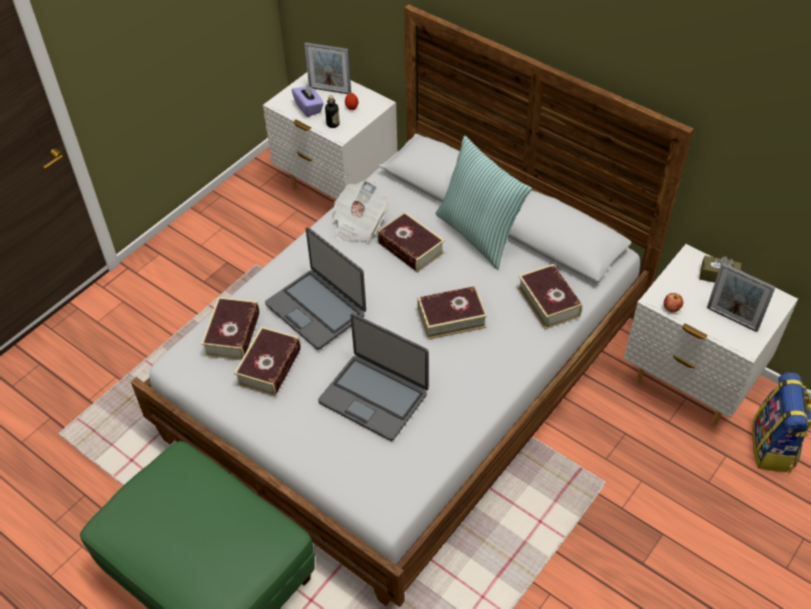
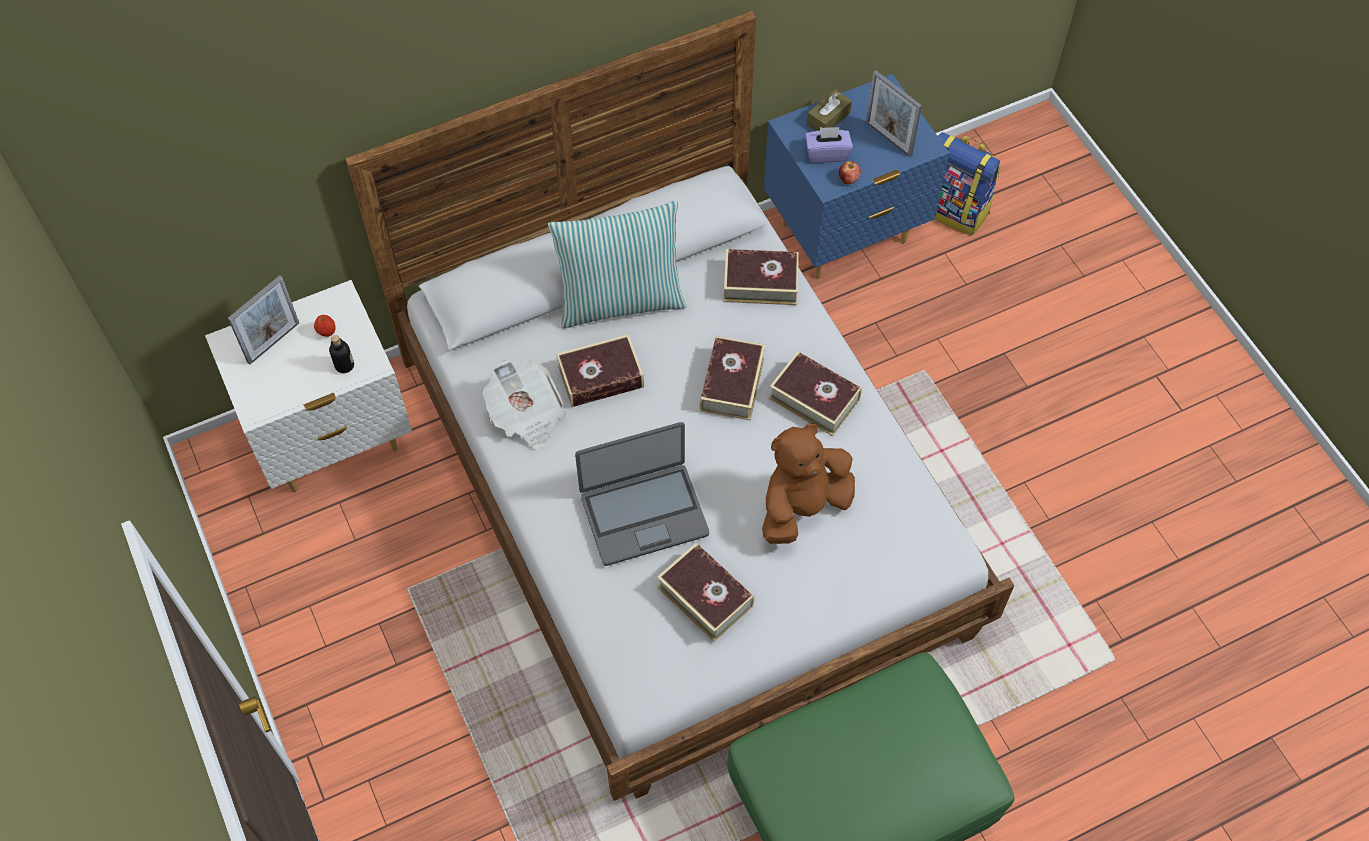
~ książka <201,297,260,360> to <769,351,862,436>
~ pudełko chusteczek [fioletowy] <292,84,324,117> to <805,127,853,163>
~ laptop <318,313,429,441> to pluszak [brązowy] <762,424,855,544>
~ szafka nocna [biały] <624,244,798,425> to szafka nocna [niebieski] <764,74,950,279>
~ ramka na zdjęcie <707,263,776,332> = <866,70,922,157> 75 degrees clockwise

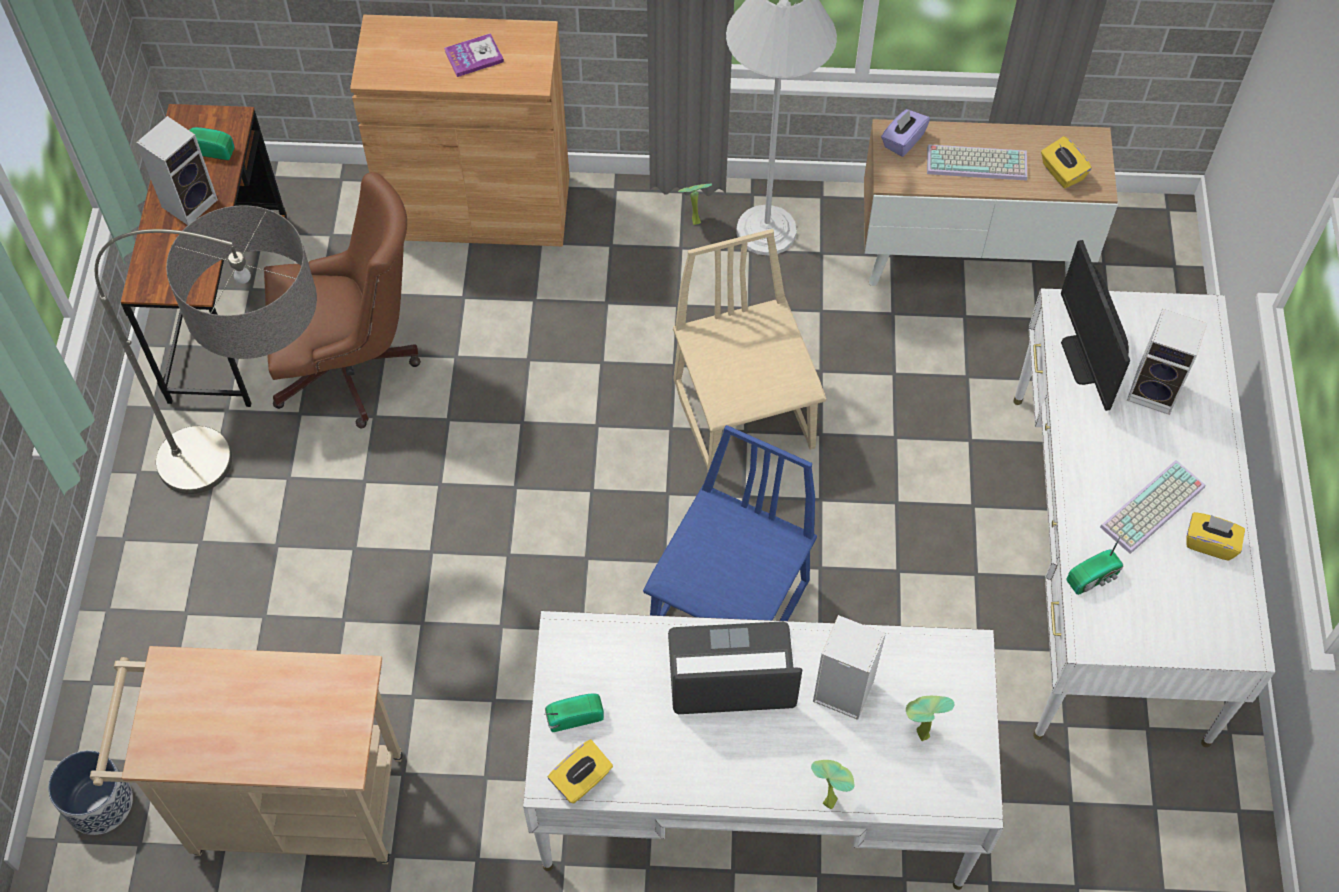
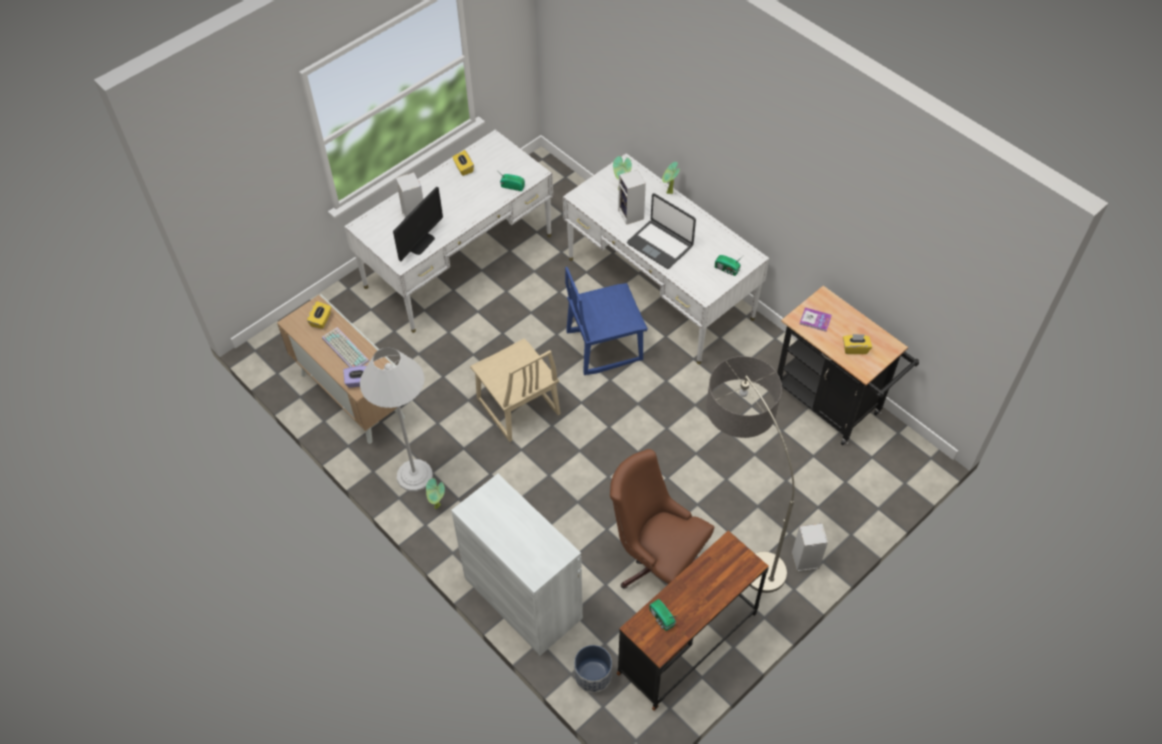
~ donica <48,750,133,835> to <574,645,612,693>
~ wózek [beżowy] <90,646,403,864> to wózek [czarny] <777,286,919,445>
~ głośnik <136,116,218,225> to <792,523,828,572>
~ szafka [brązowy] <350,15,569,246> to szafka [biały] <451,474,583,656>
~ książka <444,33,504,77> to <800,307,832,332>
~ pudełko chusteczek [żółty] <547,739,613,804> to <843,334,872,354>
~ krzesło [beżowy] <673,229,826,471> = <470,338,561,442> 60 degrees counterclockwise
- klawiatura <1100,460,1205,554>

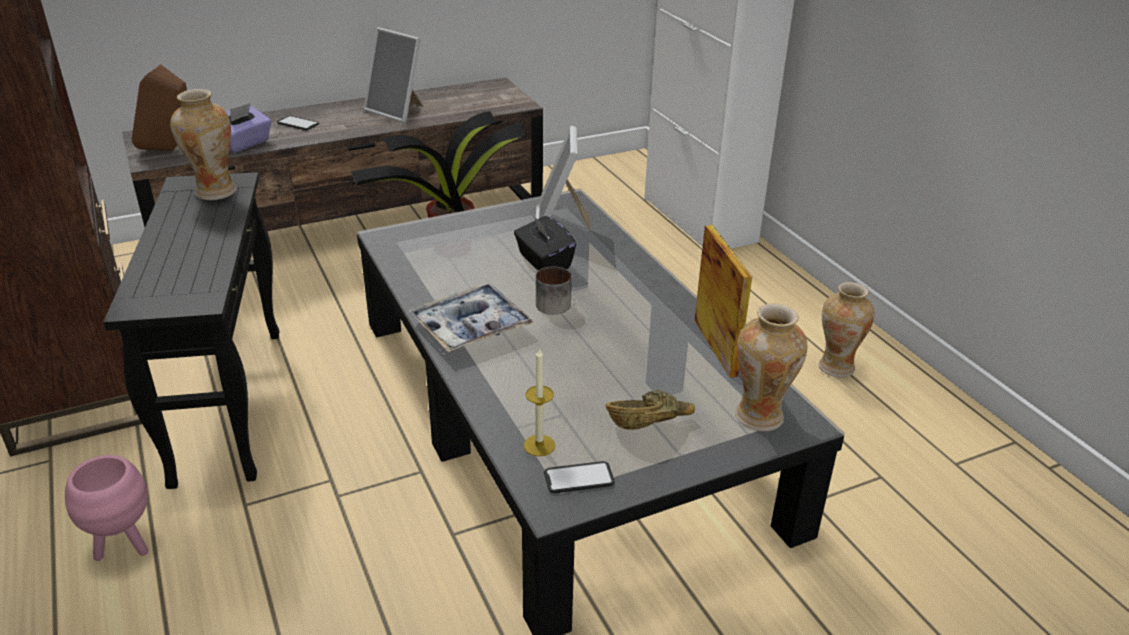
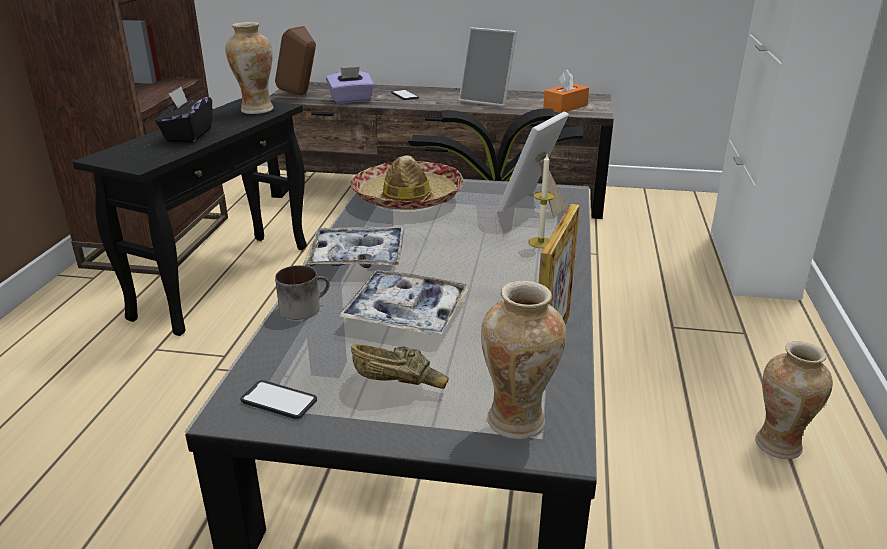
- donica [różowy] <65,455,148,561>
~ ramka na zdjęcie <364,27,424,123> = <459,27,517,107> 45 degrees counterclockwise
~ pudełko chusteczek [czarny] <514,215,576,271> to <156,87,212,143>
~ świeca <524,347,556,456> to <528,154,555,248>
~ kubek <536,266,572,315> to <275,265,330,320>
+ taca <337,270,470,335>
+ kapelusz <350,155,463,210>
+ pudełko chusteczek [pomarańczowy] <543,70,589,113>

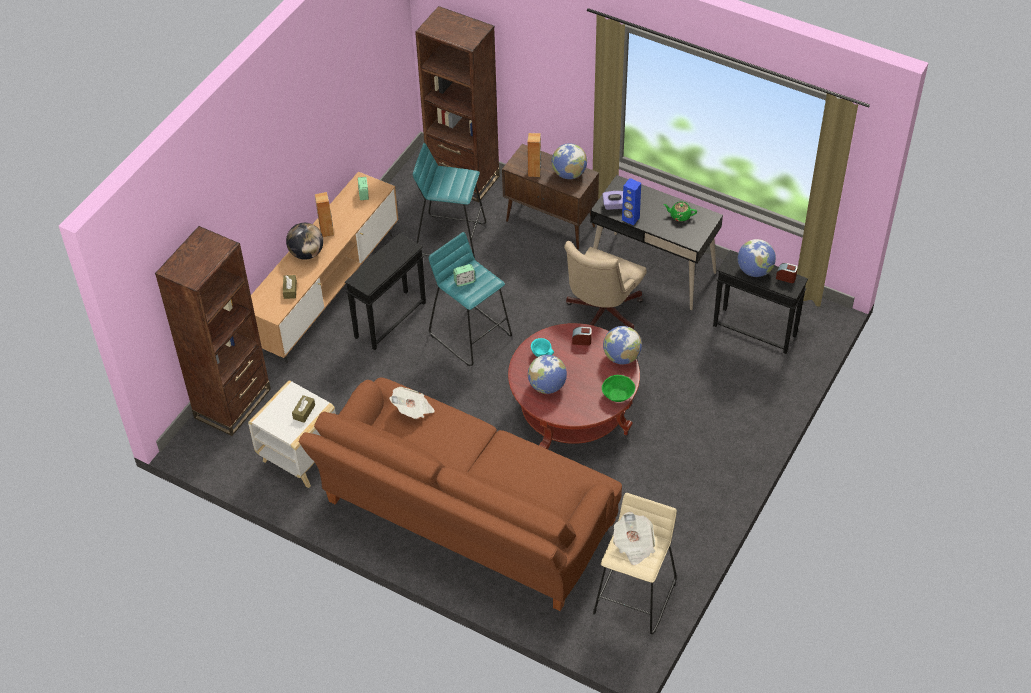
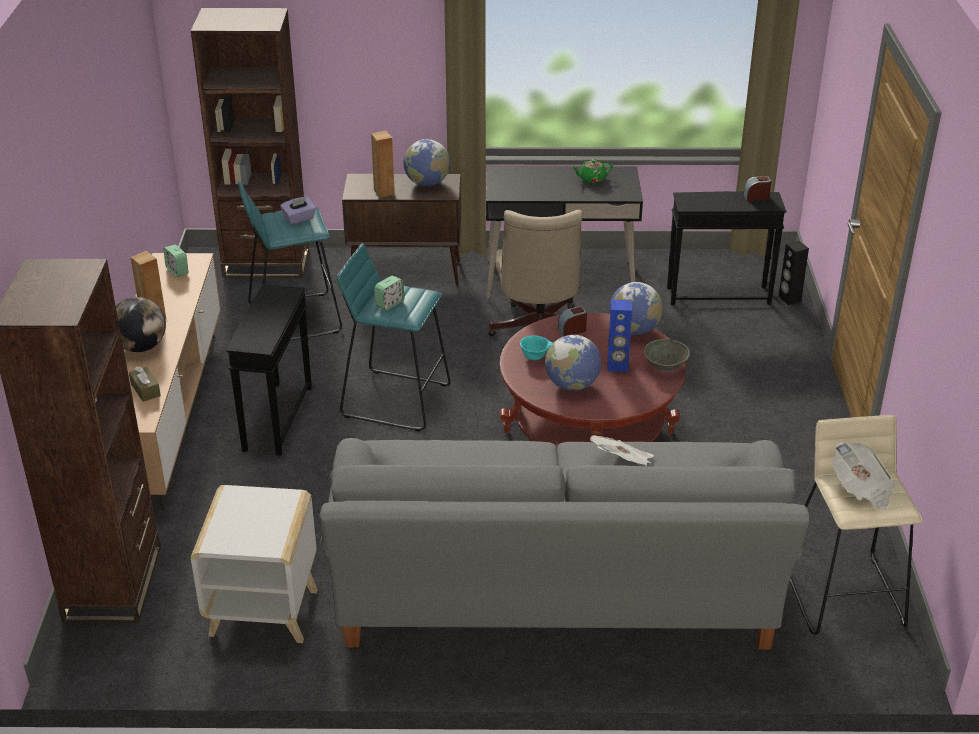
- pudełko chusteczek [brązowy] <292,395,315,423>
~ kanapa [brązowy] <299,378,622,611> to kanapa [szary] <319,438,810,650>
~ gazeta <389,387,435,419> to <590,435,654,465>
~ pudełko chusteczek [fioletowy] <602,191,623,210> to <280,197,316,225>
~ miska [zielony] <602,375,635,402> to miska [szary] <644,339,690,372>
~ głośnik [niebieski] <622,178,641,225> to <607,300,632,372>
- globus <738,239,776,277>
+ głośnik [czarny] <778,241,809,305>

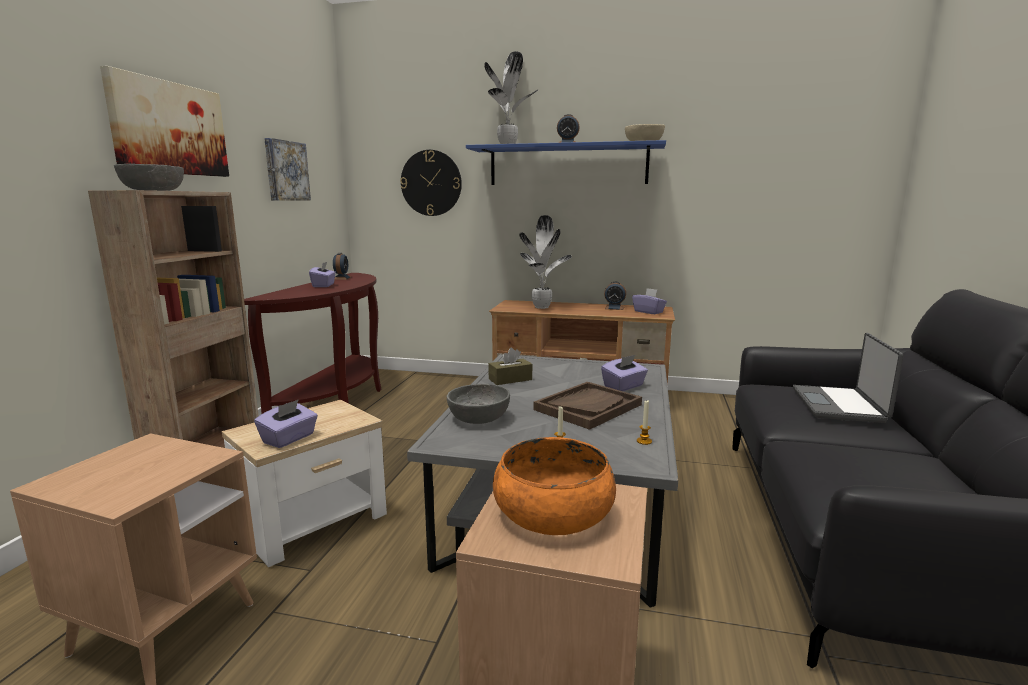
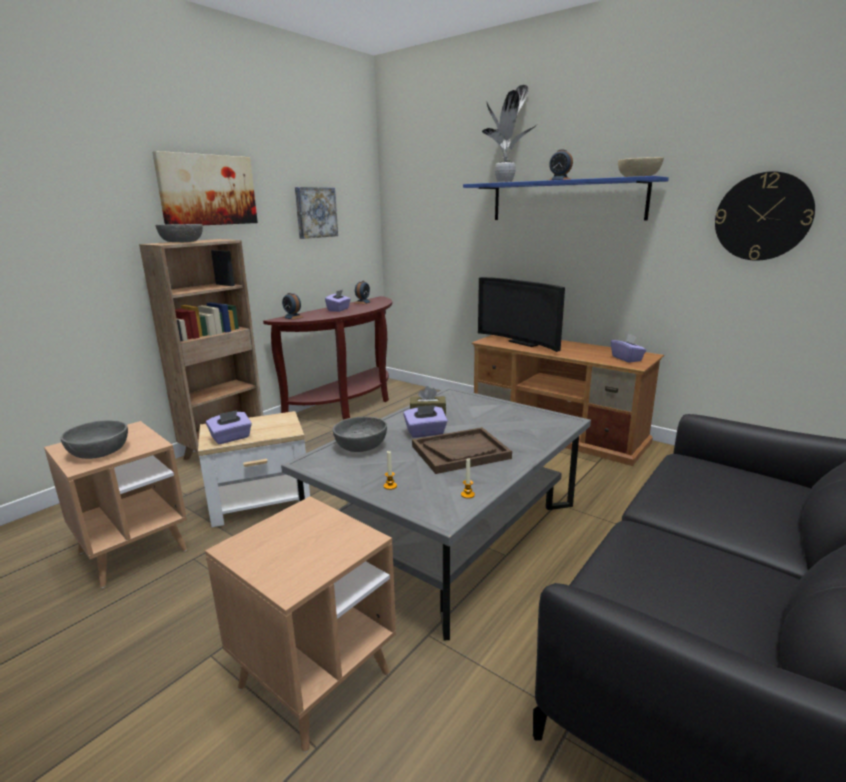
~ zegar ścienny <400,150,462,216> to <715,171,815,261>
- miska [pomarańczowy] <493,437,616,535>
~ roślina doniczkowa <519,215,572,309> to telewizor <478,277,565,352>
~ pudełko chusteczek [fioletowy] <601,355,648,391> to <403,405,448,438>
~ budzik <604,282,626,310> to <282,292,303,320>
- laptop <793,333,904,423>
+ miska [szary] <61,420,128,459>

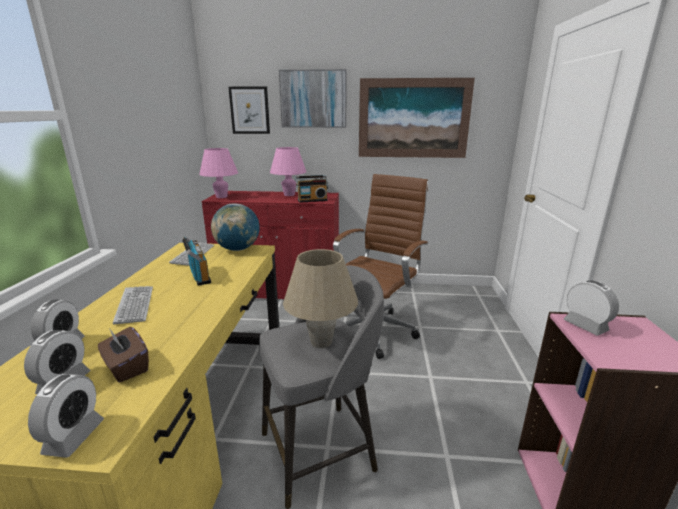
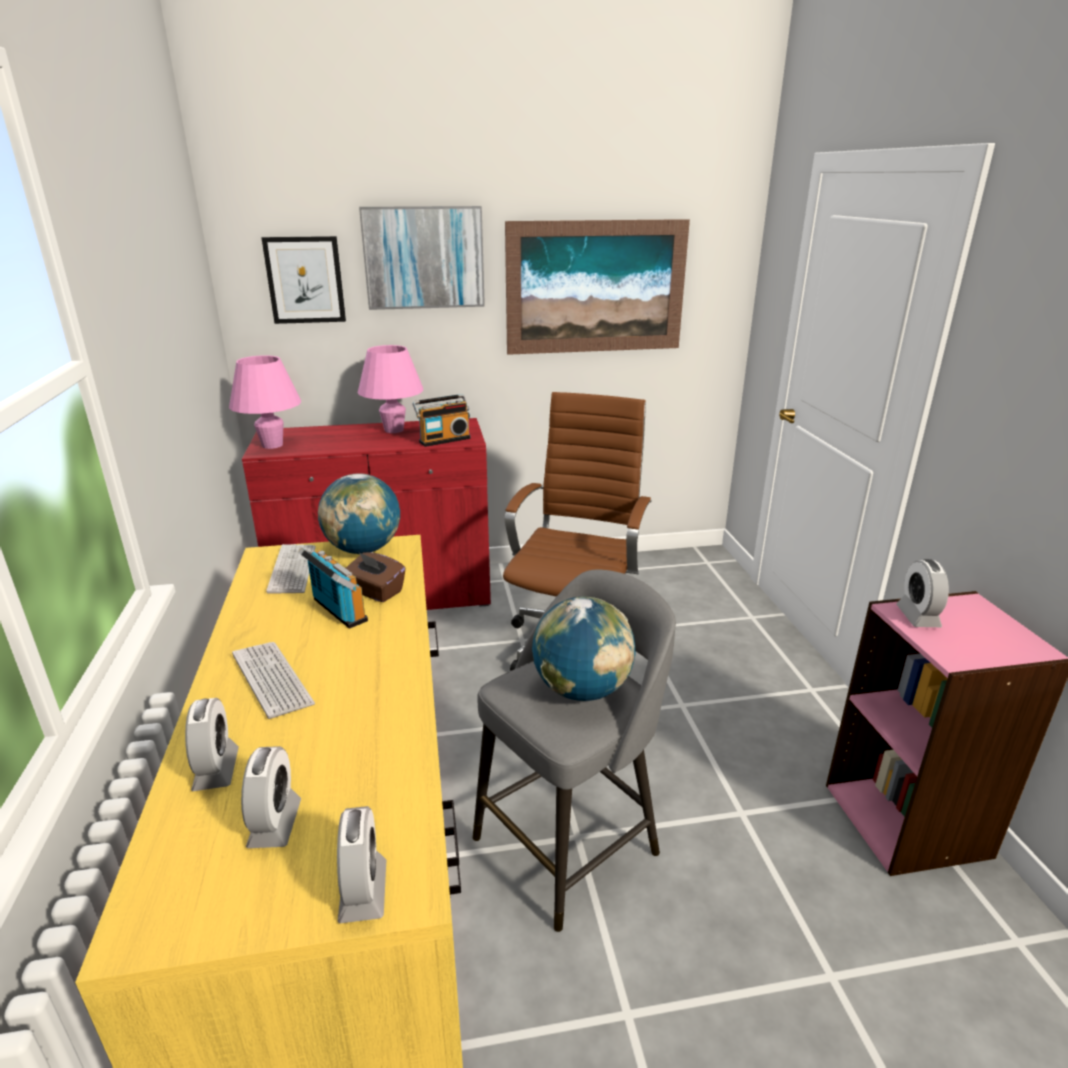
~ pudełko chusteczek [brązowy] <98,327,149,382> to <346,552,406,602>
~ lampa stołowa [beżowy] <283,249,358,348> to globus <532,596,636,701>
~ budzik <564,280,619,335> = <896,559,949,627> 135 degrees counterclockwise

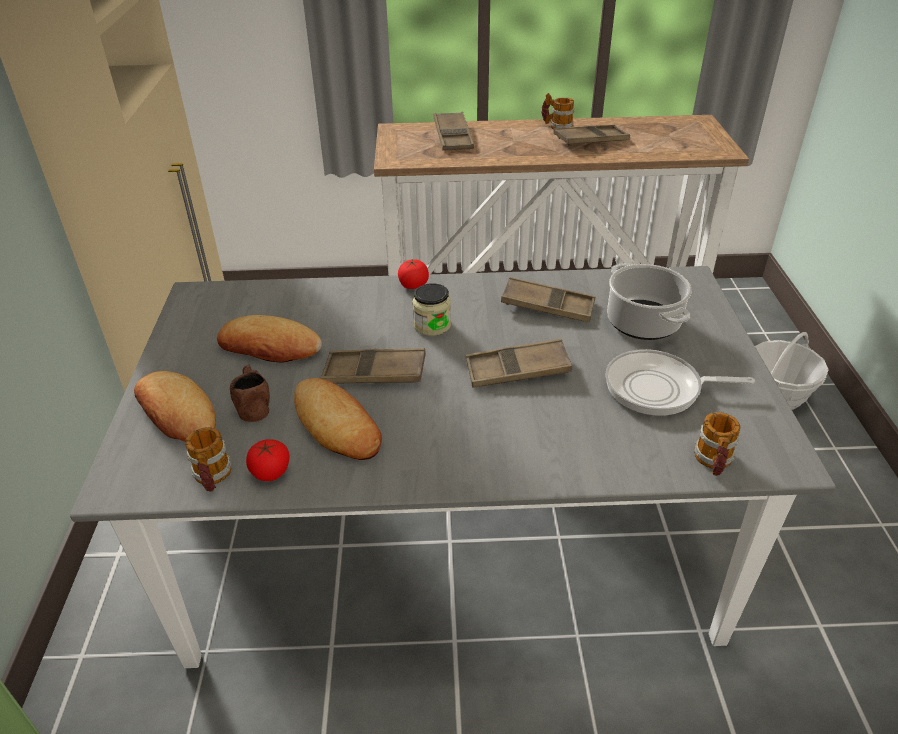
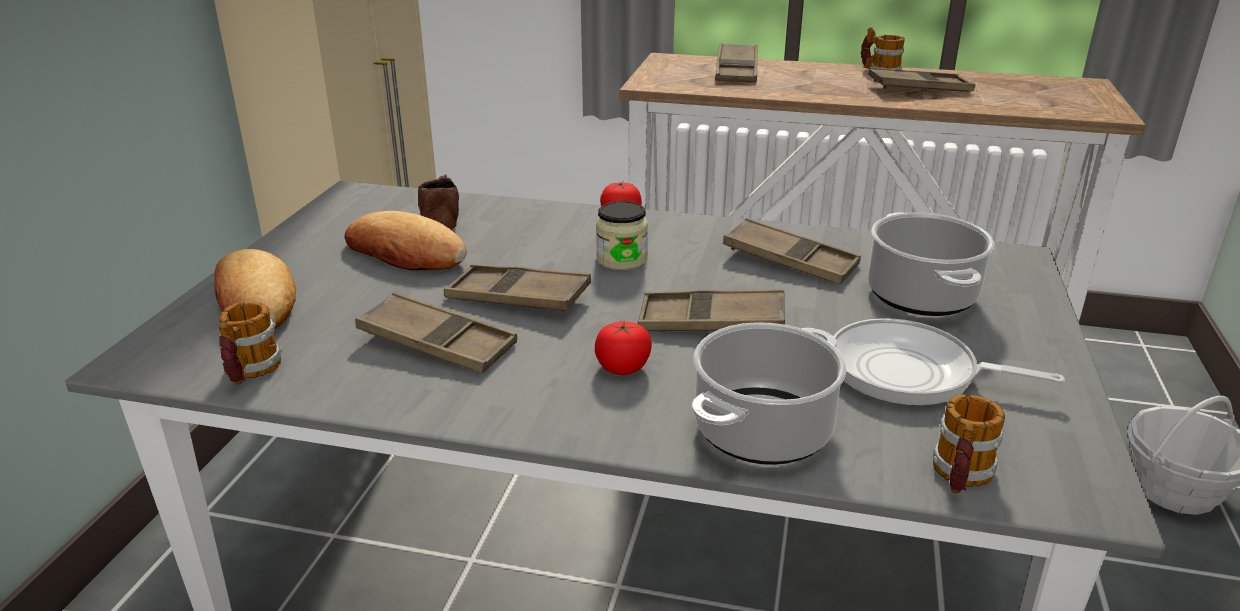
~ kubek [brązowy] <230,364,270,422> to <418,174,459,230>
~ pomidor <246,439,289,481> to <595,321,652,375>
~ chleb <294,378,382,460> to taca [brązowy] <355,292,517,373>
+ garnek <692,322,846,465>

